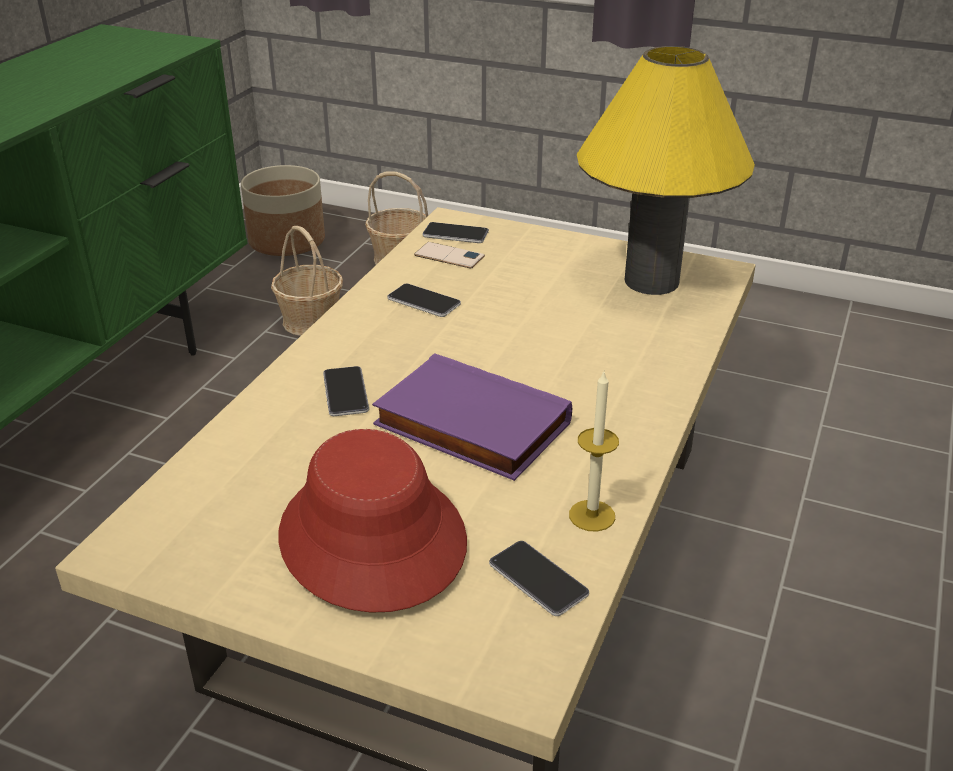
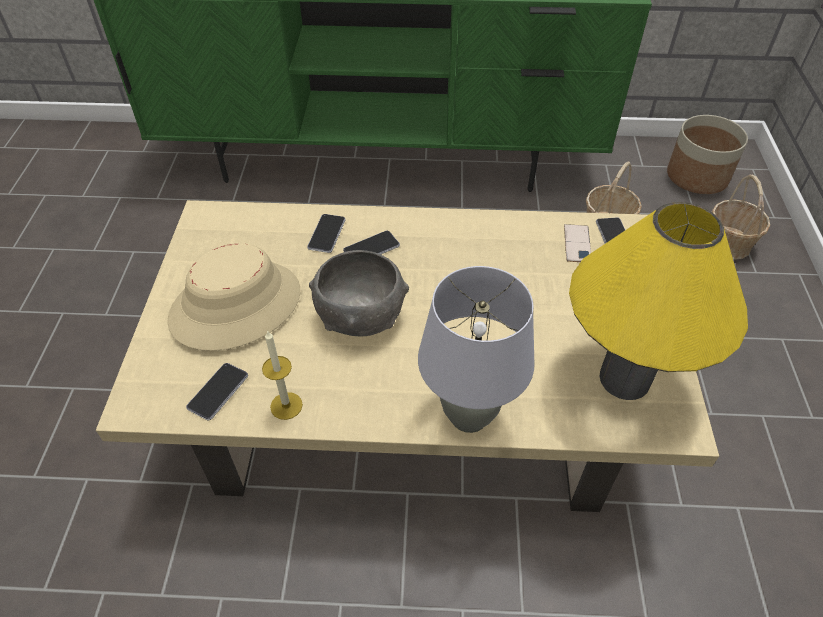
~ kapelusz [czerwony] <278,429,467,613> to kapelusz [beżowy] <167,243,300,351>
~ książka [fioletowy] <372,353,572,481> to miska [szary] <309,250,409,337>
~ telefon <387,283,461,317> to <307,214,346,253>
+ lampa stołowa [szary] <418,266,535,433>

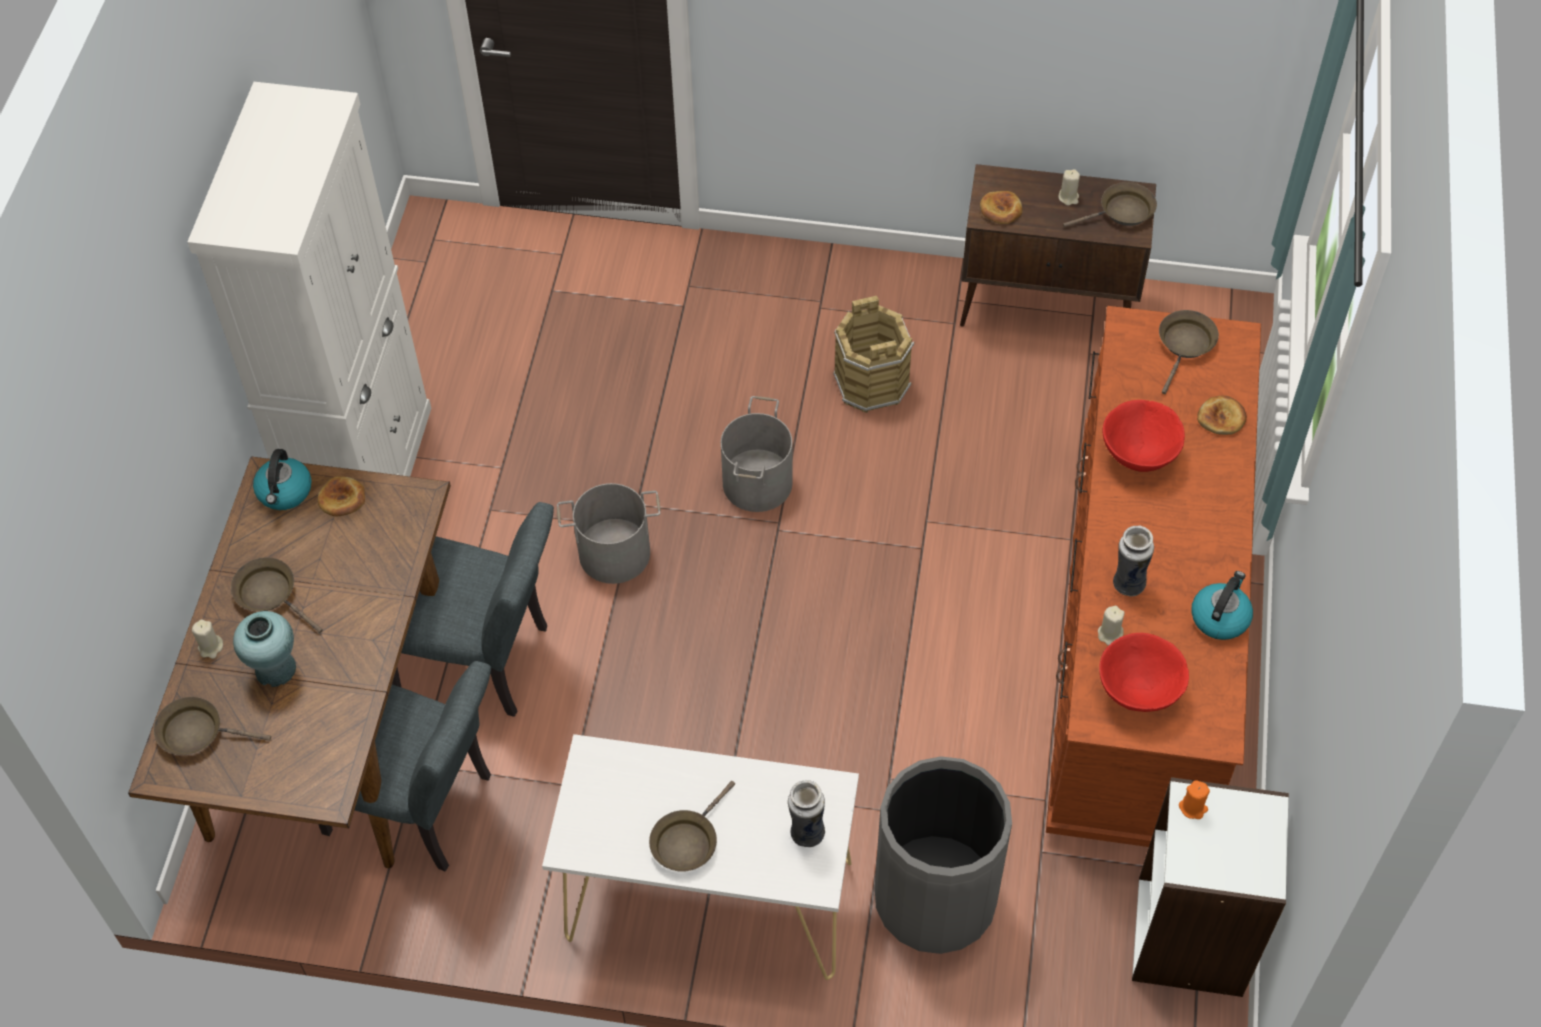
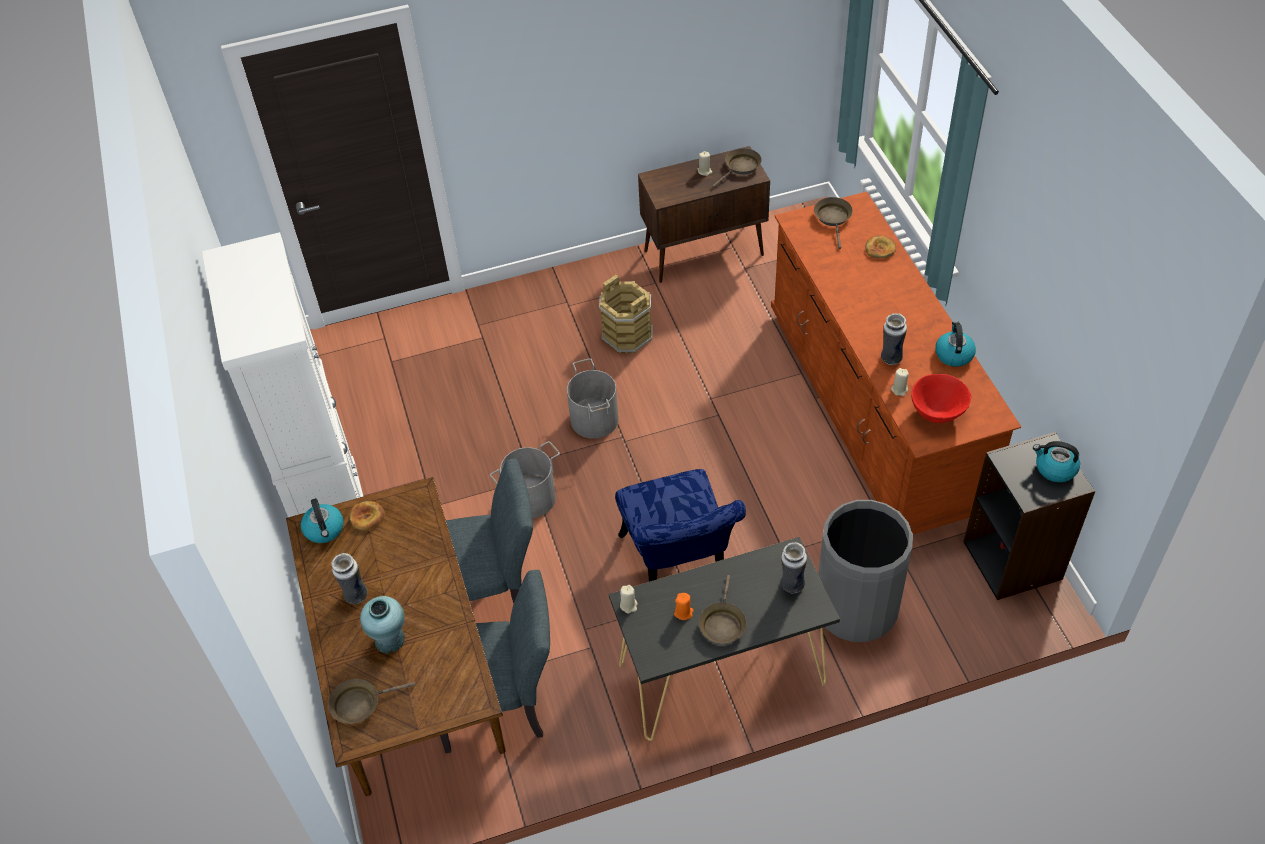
~ świeca [beżowy] <192,619,223,659> to <620,585,637,613>
~ patelnia [brązowy] <231,557,323,633> to wazon <332,553,368,604>
~ stolik konsolowy [biały] <542,734,859,980> to stolik konsolowy [czarny] <609,537,840,741>
- chleb <980,191,1023,224>
- miska [czerwony] <1103,400,1185,472>
~ regał [biały] <1132,777,1289,997> to regał [czarny] <963,432,1096,600>
~ świeca [pomarańczowy] <1179,780,1210,819> to <674,593,694,620>
+ krzesło [niebieski] <615,469,746,582>
+ czajnik <1033,441,1080,482>

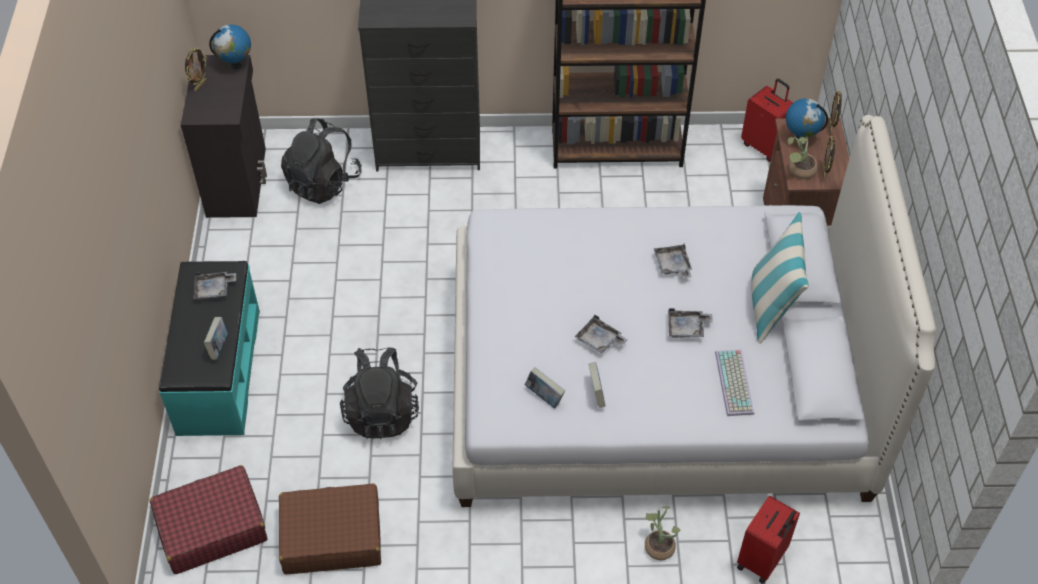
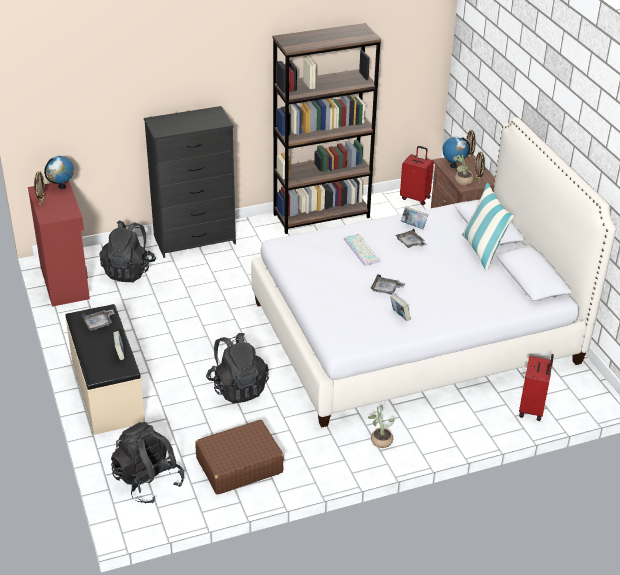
~ walizka [czerwony] <149,465,268,574> to plecak [czarny] <111,422,184,504>
~ ławka [turkusowy] <159,261,260,436> to ławka [beżowy] <65,304,145,435>
~ szafka [czarny] <181,55,267,218> to szafka [czerwony] <28,181,90,307>
~ książka <525,367,565,409> to <401,206,428,229>
~ roślina doniczkowa <645,507,680,560> to <368,405,395,448>
- taca [szary] <668,308,713,338>
~ klawiatura <715,349,754,416> to <344,234,380,266>

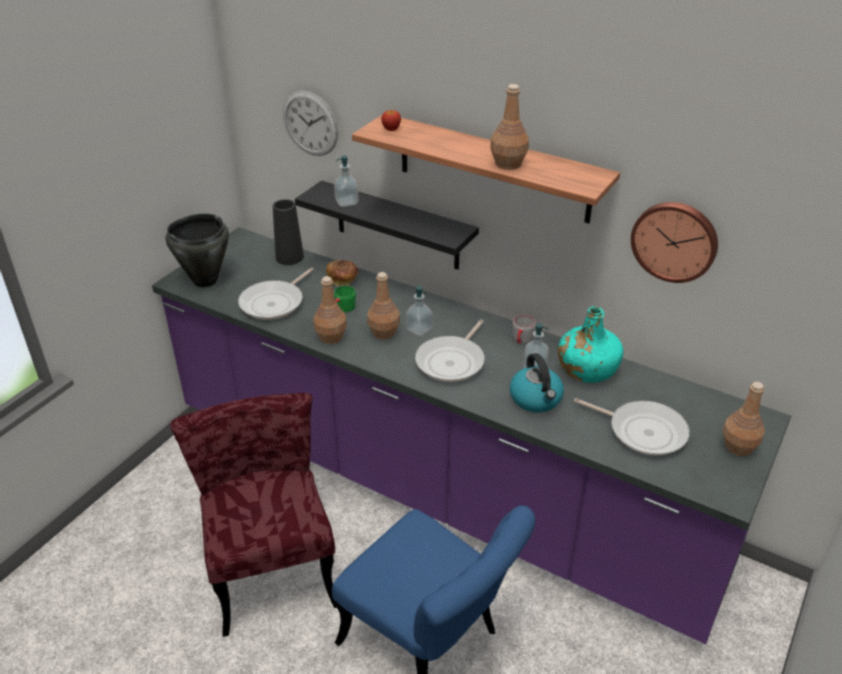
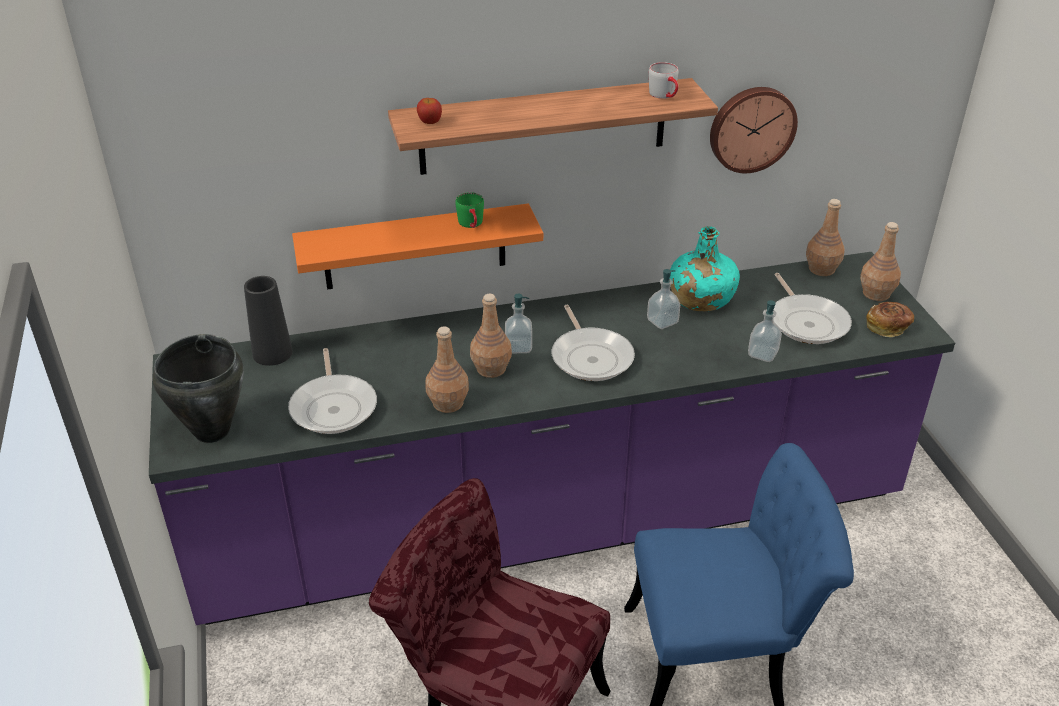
- zegar ścienny <283,91,338,156>
~ półka [czarny] <295,181,479,269> to półka [pomarańczowy] <292,204,543,290>
~ chleb <326,260,358,286> to <866,302,914,337>
~ dozownik mydła <334,156,359,207> to <748,300,782,362>
~ kubek [zielony] <334,285,356,312> to <455,192,484,228>
~ butelka [brązowy] <490,84,529,170> to <806,199,845,276>
- czajnik <510,353,564,412>
~ kubek [szary] <513,315,536,344> to <649,62,679,99>
~ patelnia <574,398,690,455> = <773,273,852,344> 90 degrees clockwise

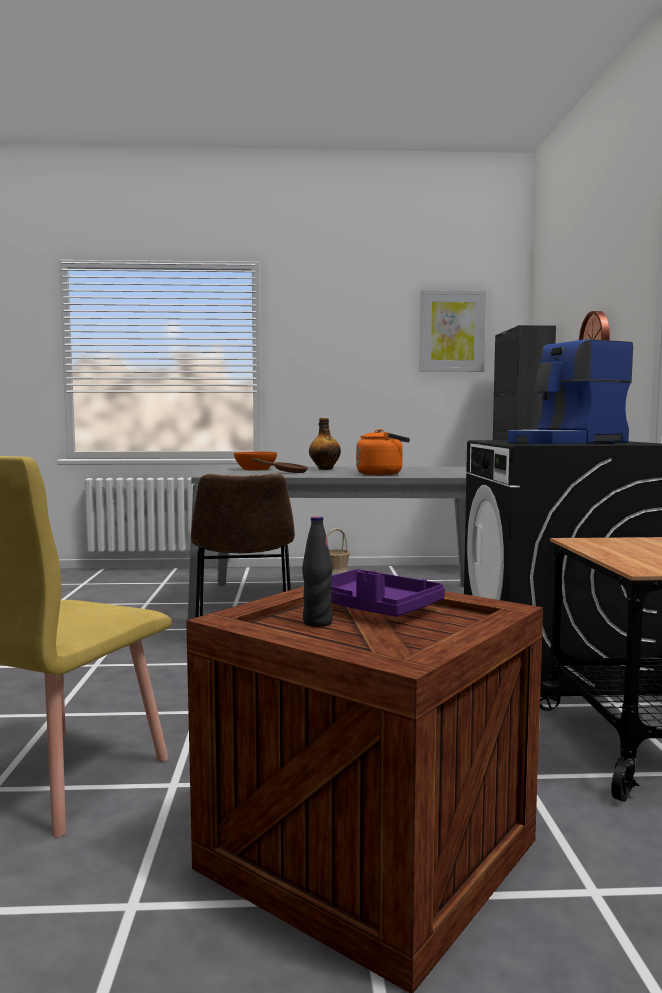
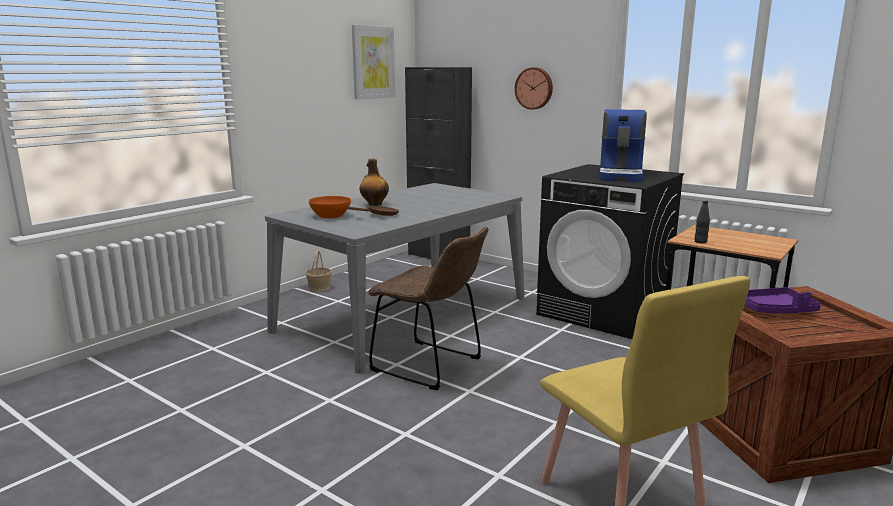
~ butelka [czarny] <302,516,333,627> to <695,200,710,243>
- czajnik [pomarańczowy] <356,429,410,475>

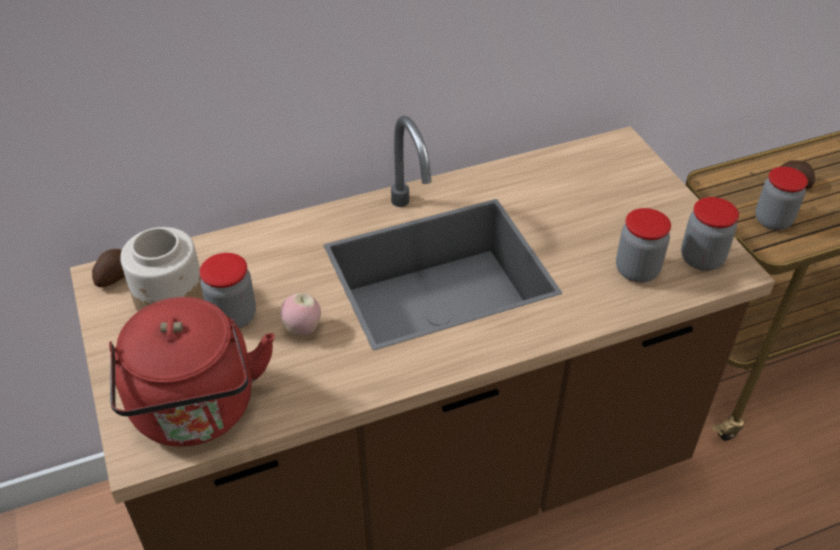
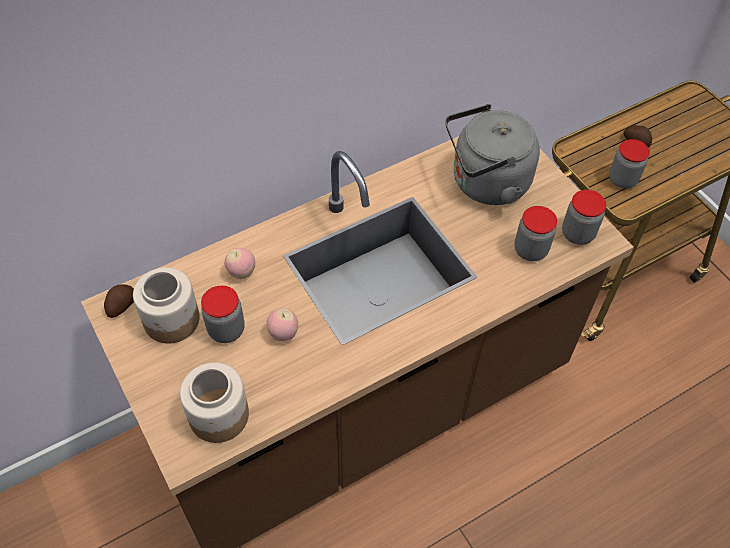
~ czajnik [czerwony] <109,297,275,447> to słoik <180,362,249,443>
+ jabłko <224,247,255,279>
+ czajnik [szary] <445,104,540,205>

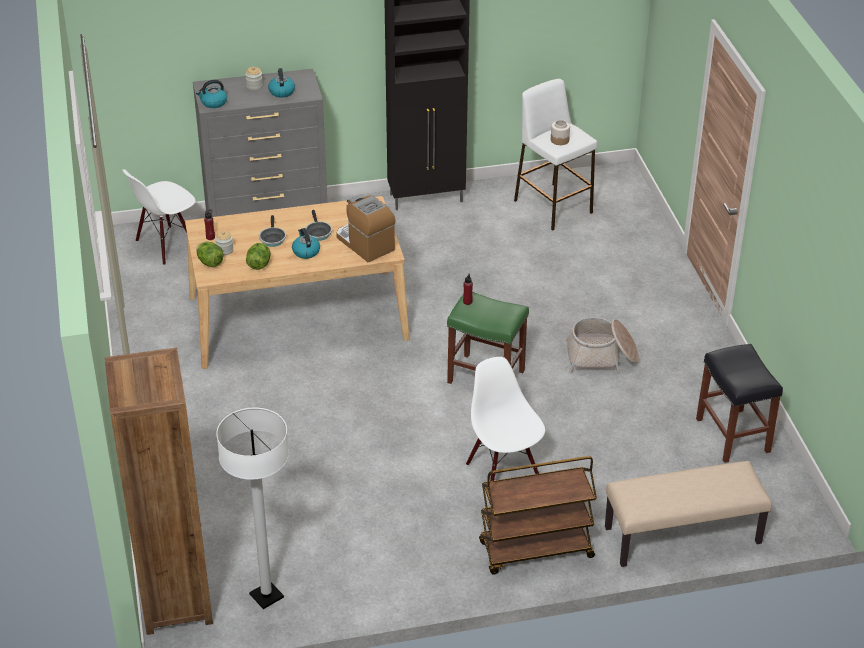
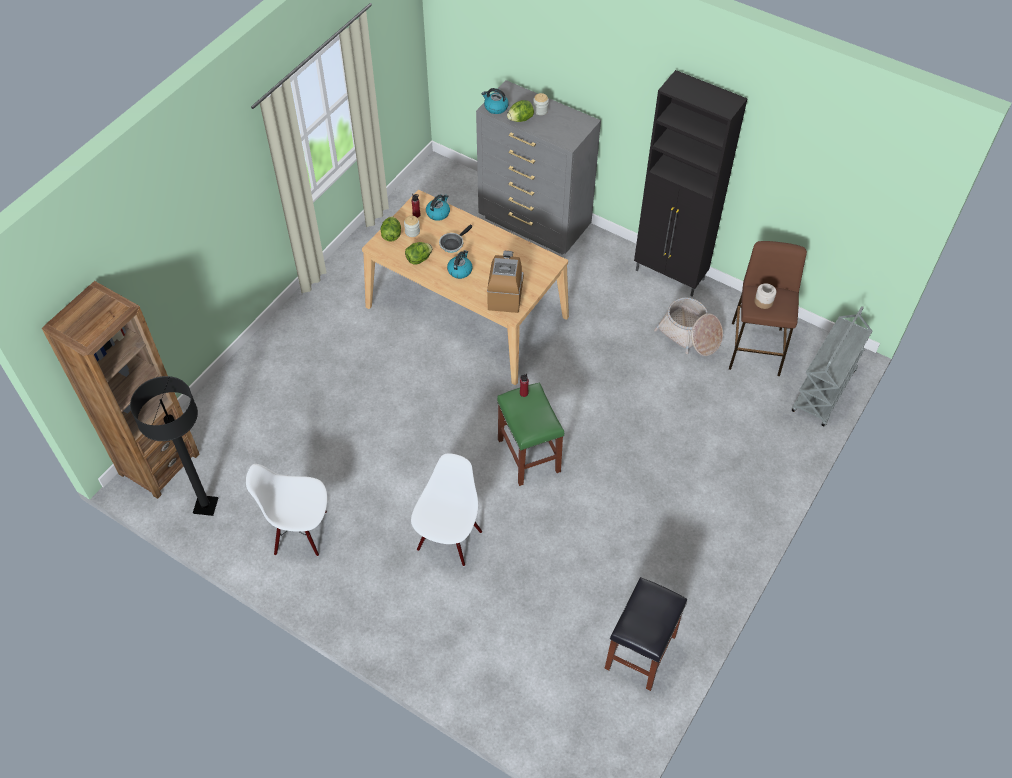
~ krzesło [biały] <122,169,196,265> to <246,464,327,556>
~ lampa stojąca [biały] <216,407,289,609> to lampa stojąca [czarny] <130,376,218,516>
~ czajnik <268,68,295,98> to <426,194,450,221>
- patelnia <306,210,332,241>
- wózek [brązowy] <479,456,597,575>
~ stołek [biały] <514,79,597,231> to stołek [brązowy] <729,241,807,376>
~ koszyk <566,317,639,373> to <654,297,723,356>
- ławka [beżowy] <605,461,772,567>
+ sałata <507,100,534,122>
+ wózek [szary] <792,306,872,426>

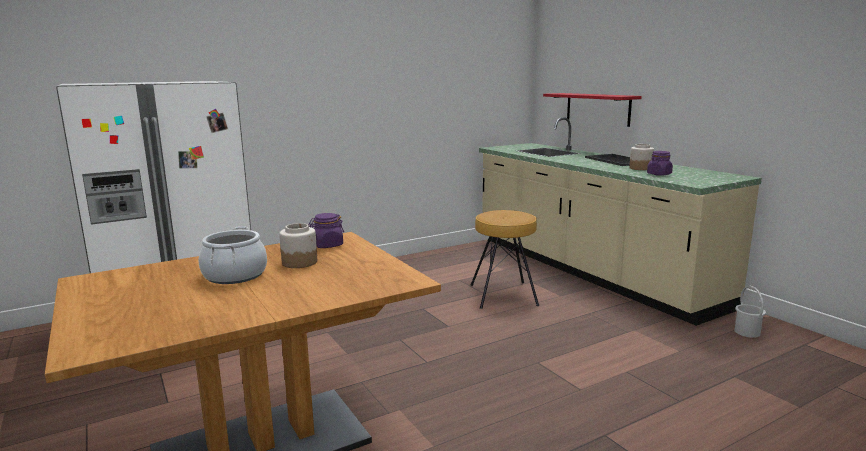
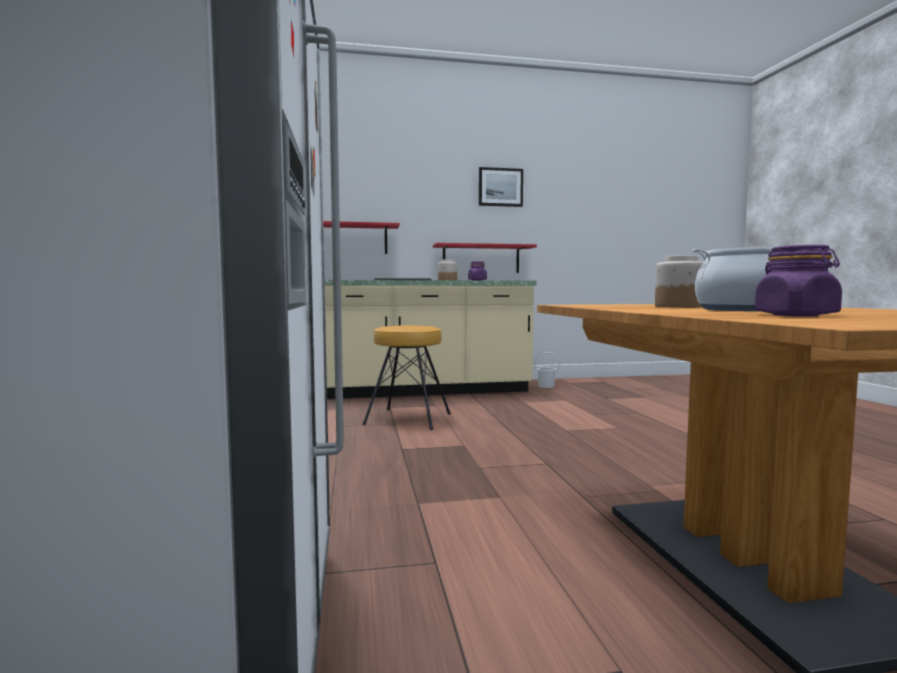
~ słoik [fioletowy] <309,213,344,248> to <755,245,842,316>
+ półka [czerwony] <433,243,537,273>
+ obraz <479,167,523,207>

